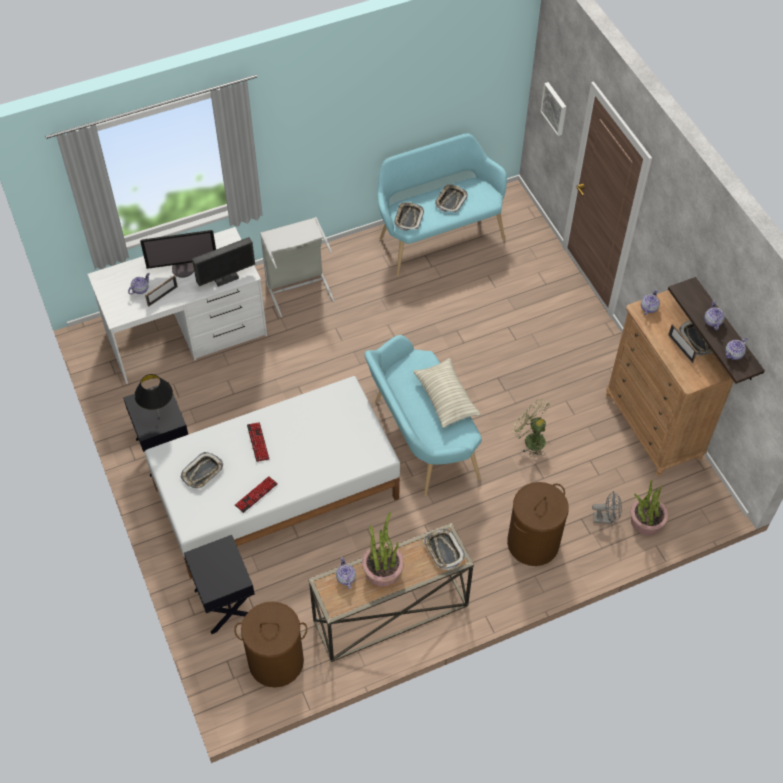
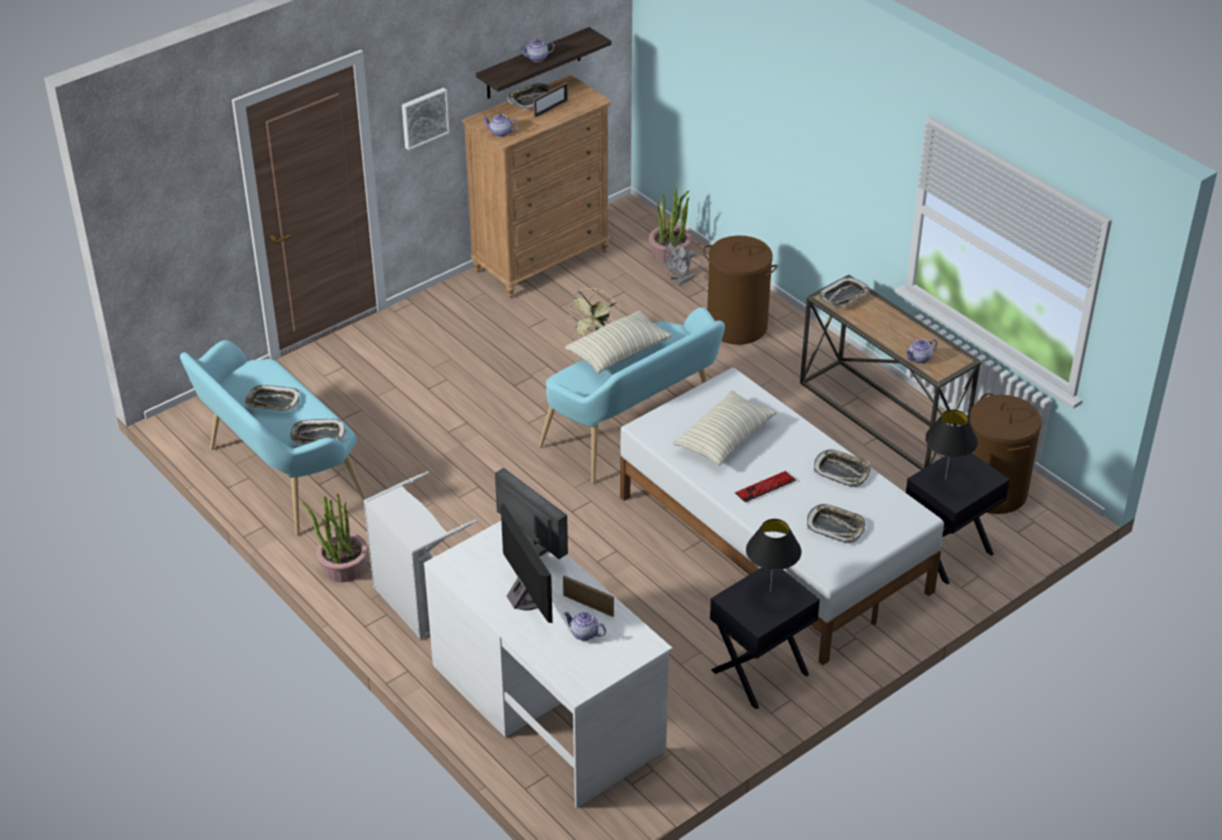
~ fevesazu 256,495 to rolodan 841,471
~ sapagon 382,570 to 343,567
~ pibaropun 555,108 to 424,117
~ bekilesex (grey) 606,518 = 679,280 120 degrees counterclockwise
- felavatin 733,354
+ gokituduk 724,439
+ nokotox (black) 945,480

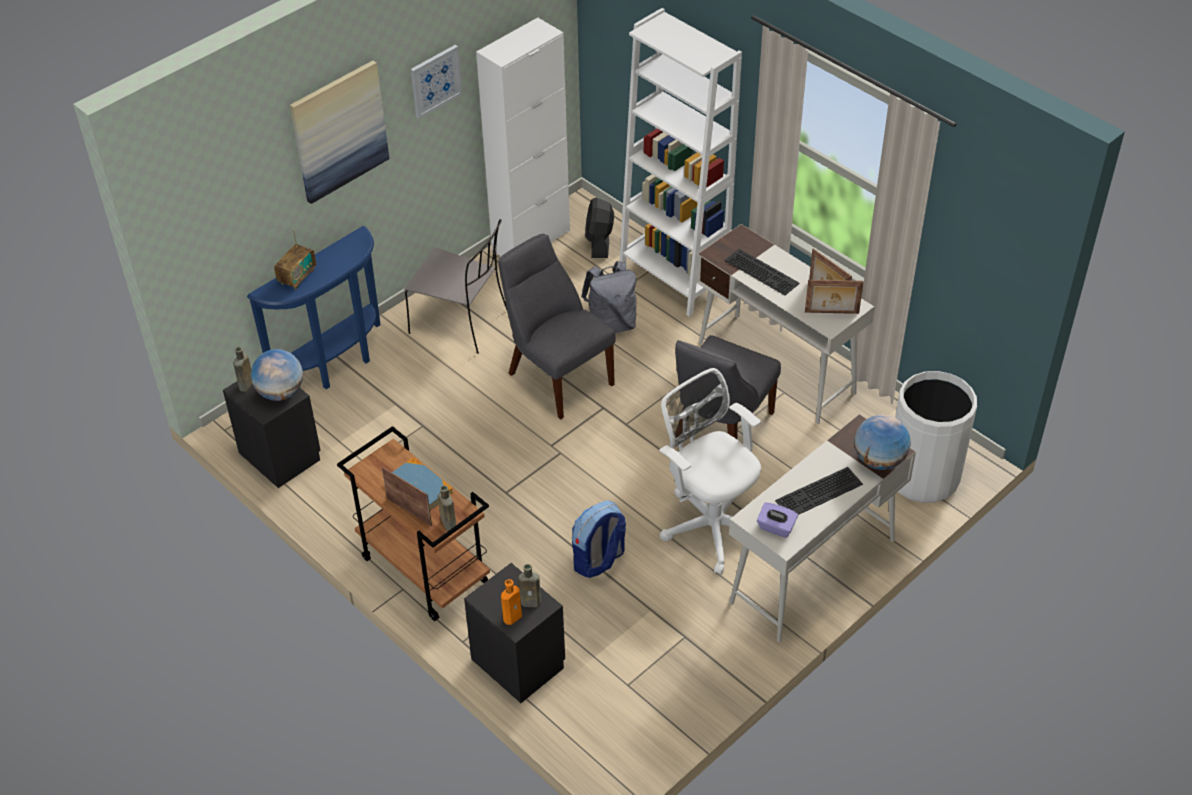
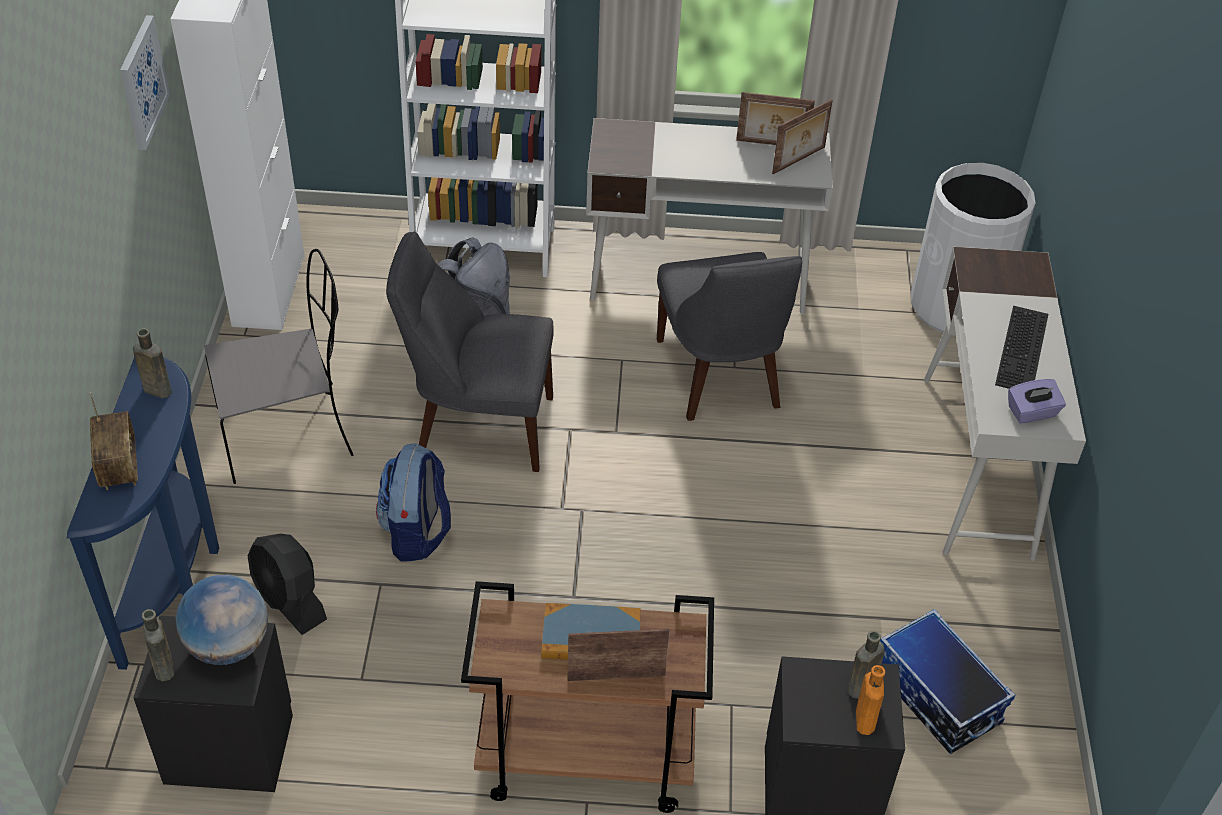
- pibaropun 339,131
~ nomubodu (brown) 448,523 to 155,390
~ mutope 598,560 to 417,533
~ bekilesex (black) 599,242 to 289,601
- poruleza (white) 710,523
- fevesazu 763,271
- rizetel 878,460
+ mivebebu 935,696

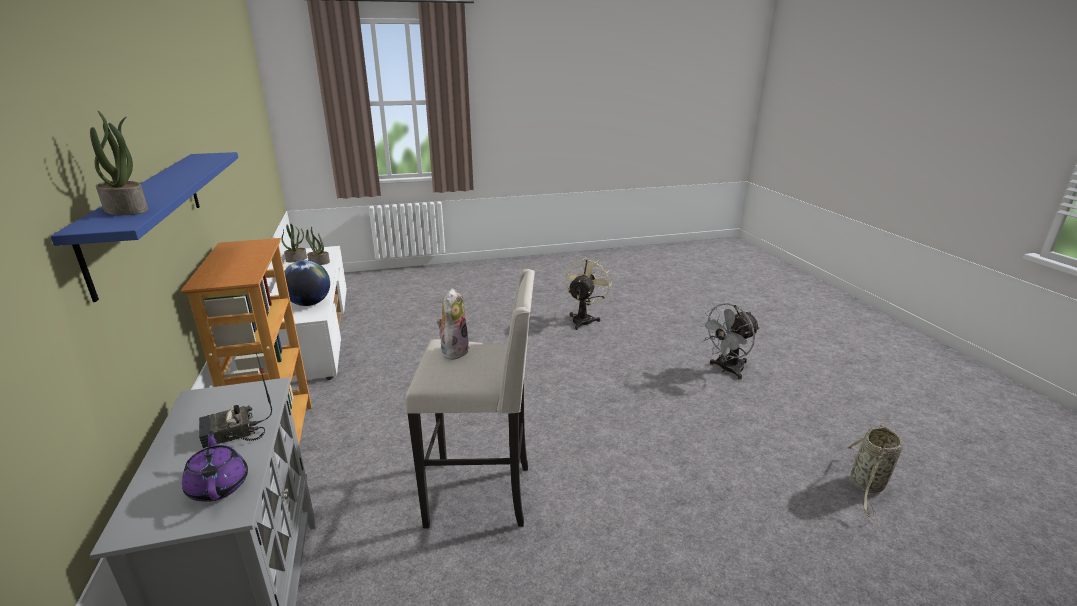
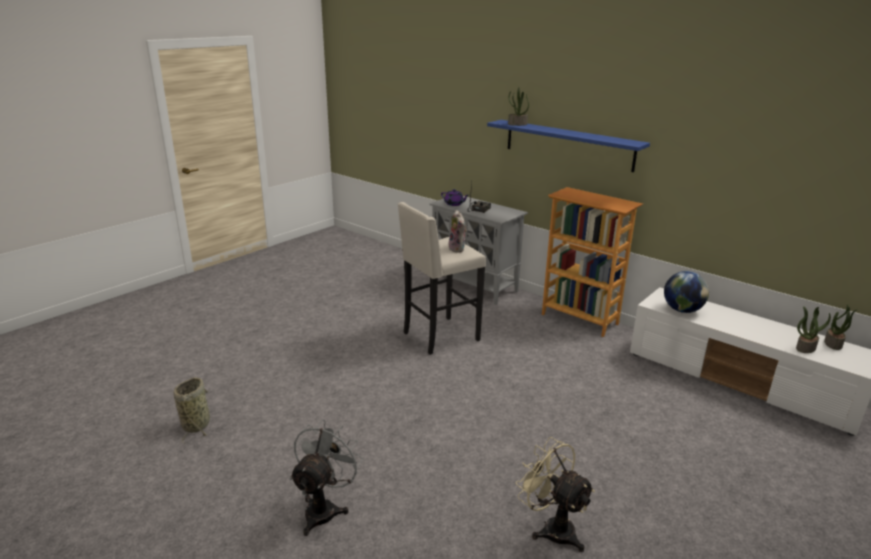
~ bekilesex (beige) 584,319 = 552,528 150 degrees clockwise

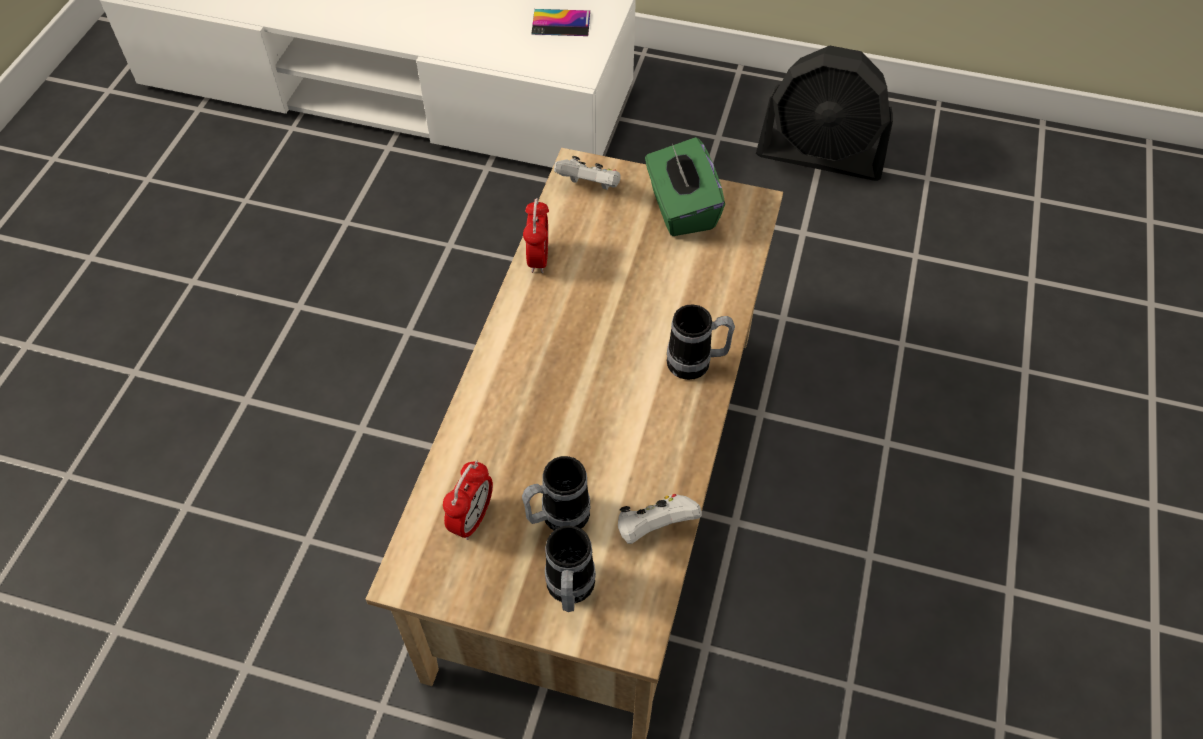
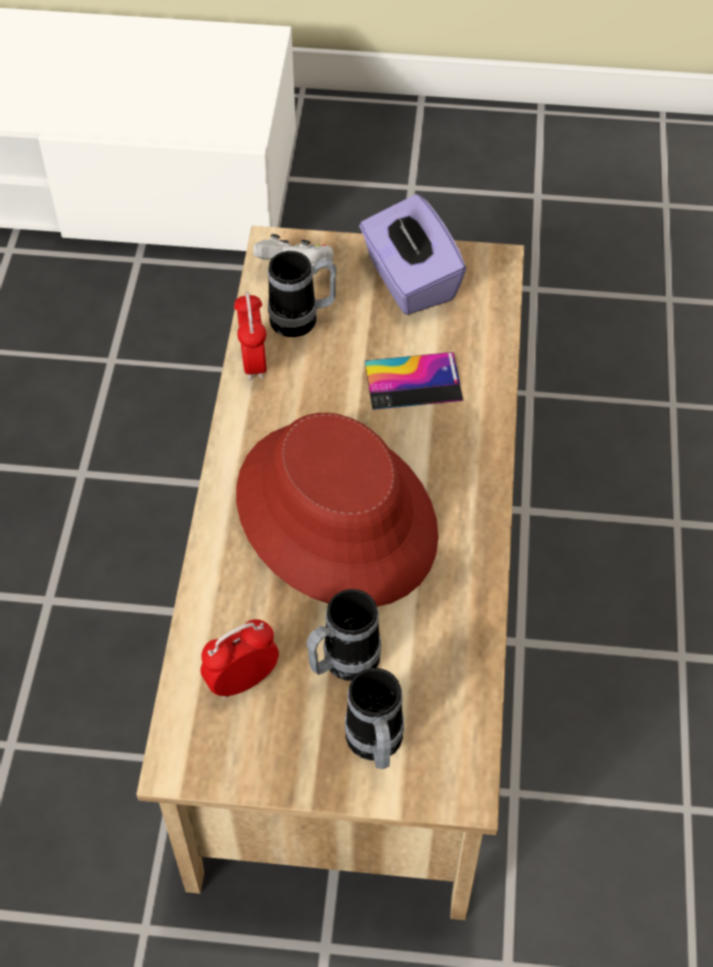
~ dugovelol 472,519 = 242,681 135 degrees counterclockwise
~ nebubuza 561,23 to 413,381
- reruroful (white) 654,527
~ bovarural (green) 681,208 to bovarural (purple) 409,280
~ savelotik 697,364 to 303,320
- bekilesex (black) 821,155
+ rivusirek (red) 337,514

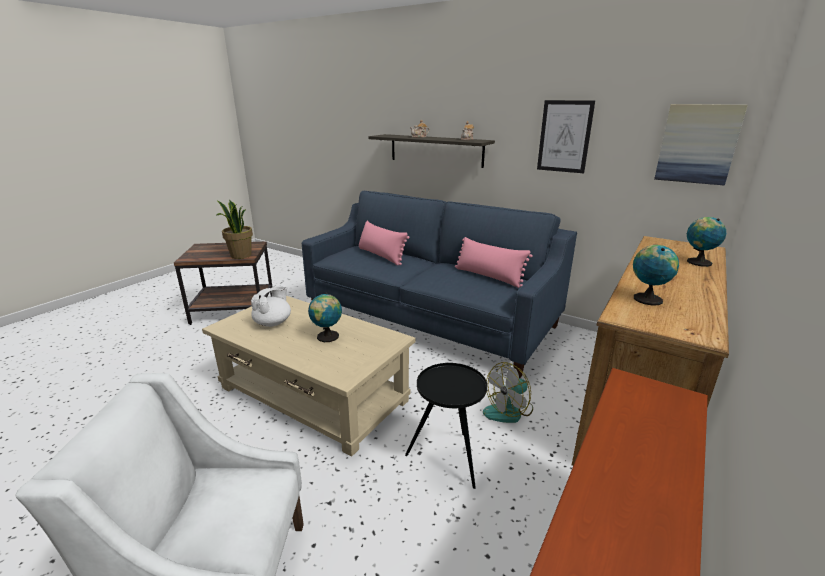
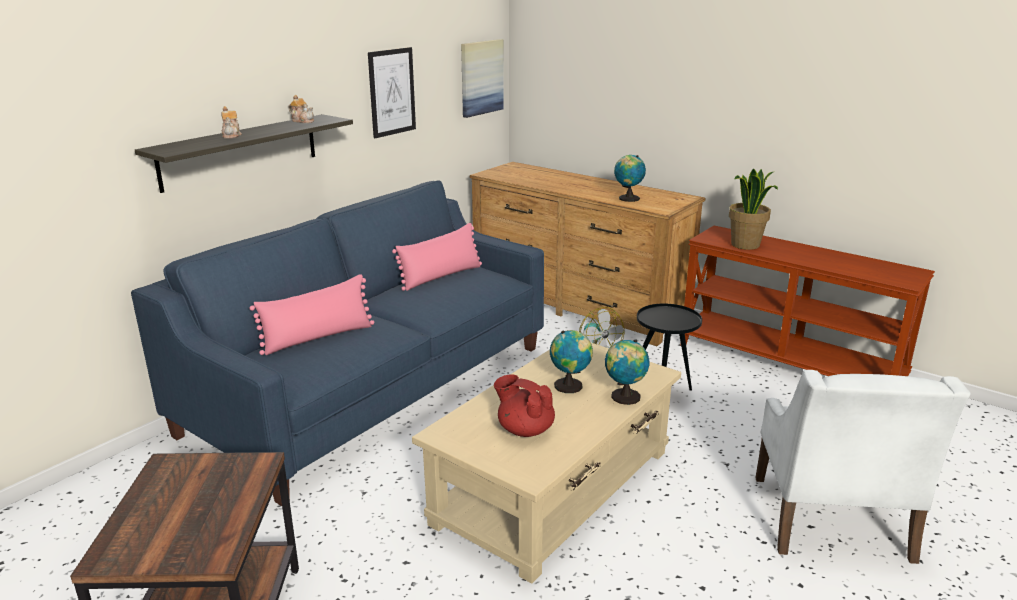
~ sapagon 240,255 to 745,245
~ felavatin (white) 273,323 to felavatin (red) 524,429
~ rizetel 697,262 to 624,397

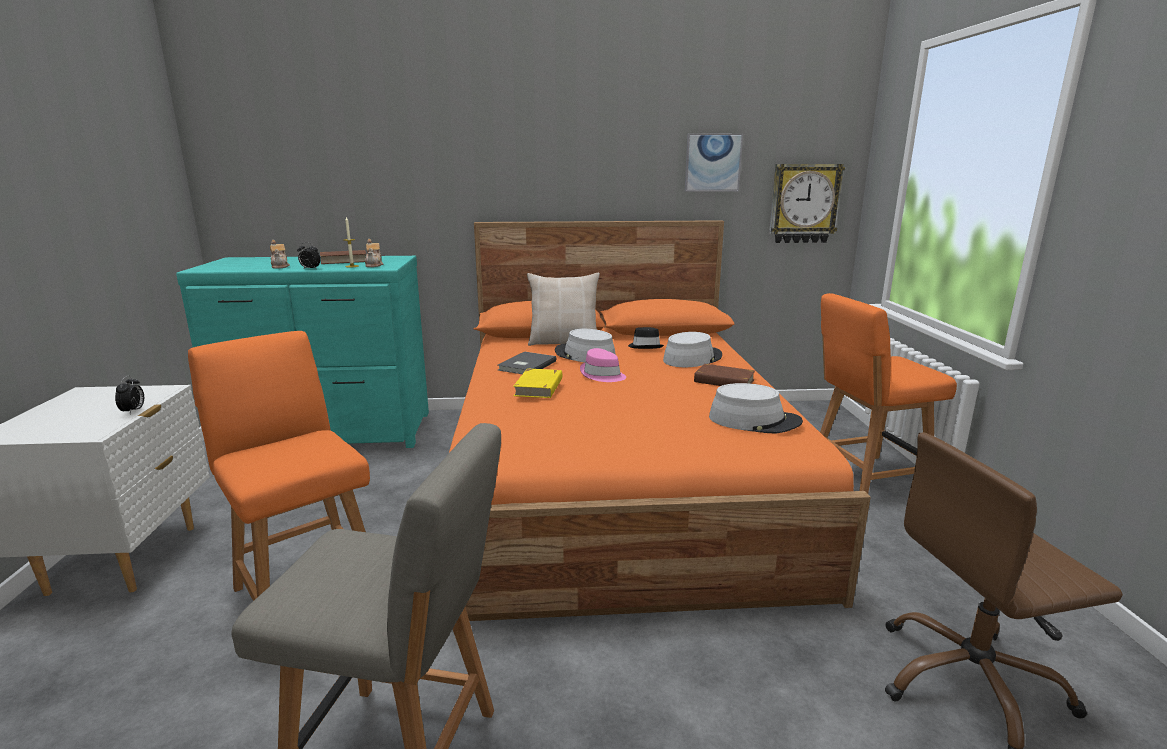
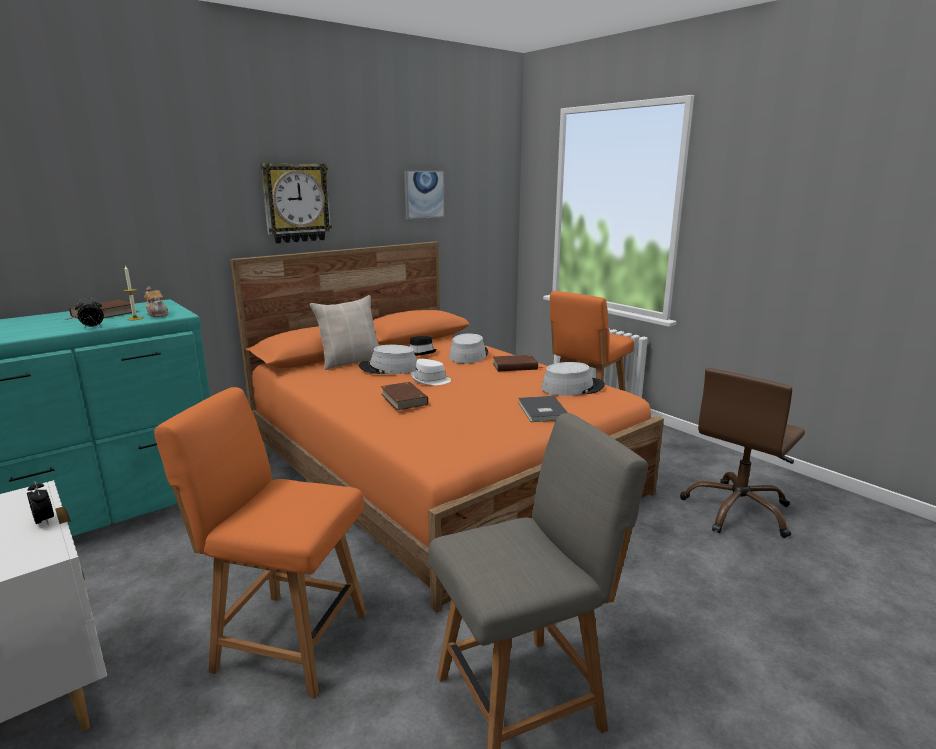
- felavatin 280,266
~ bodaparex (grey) 525,365 to 541,411
~ bodaparex (yellow) 539,387 to bodaparex (brown) 404,399
~ rivusirek (pink) 602,375 to rivusirek (white) 430,380
~ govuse 804,203 to 296,203

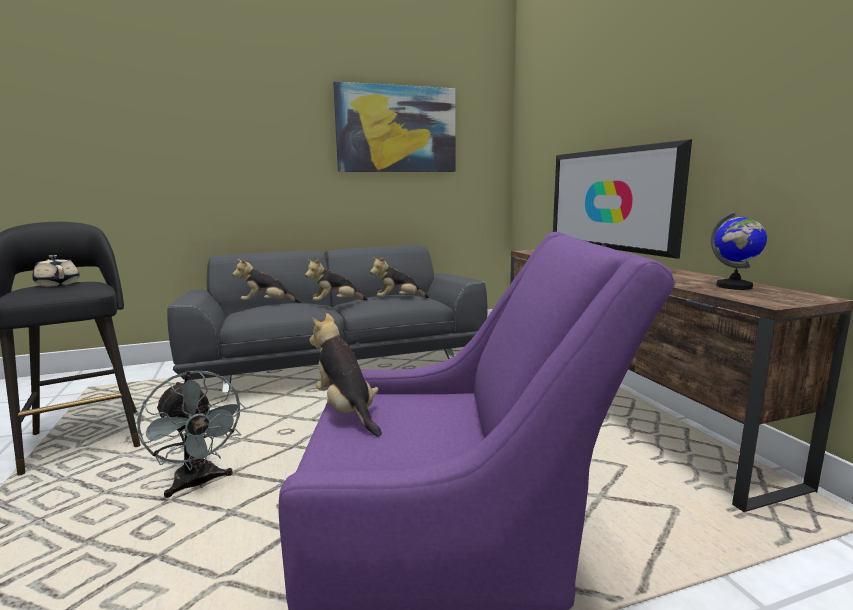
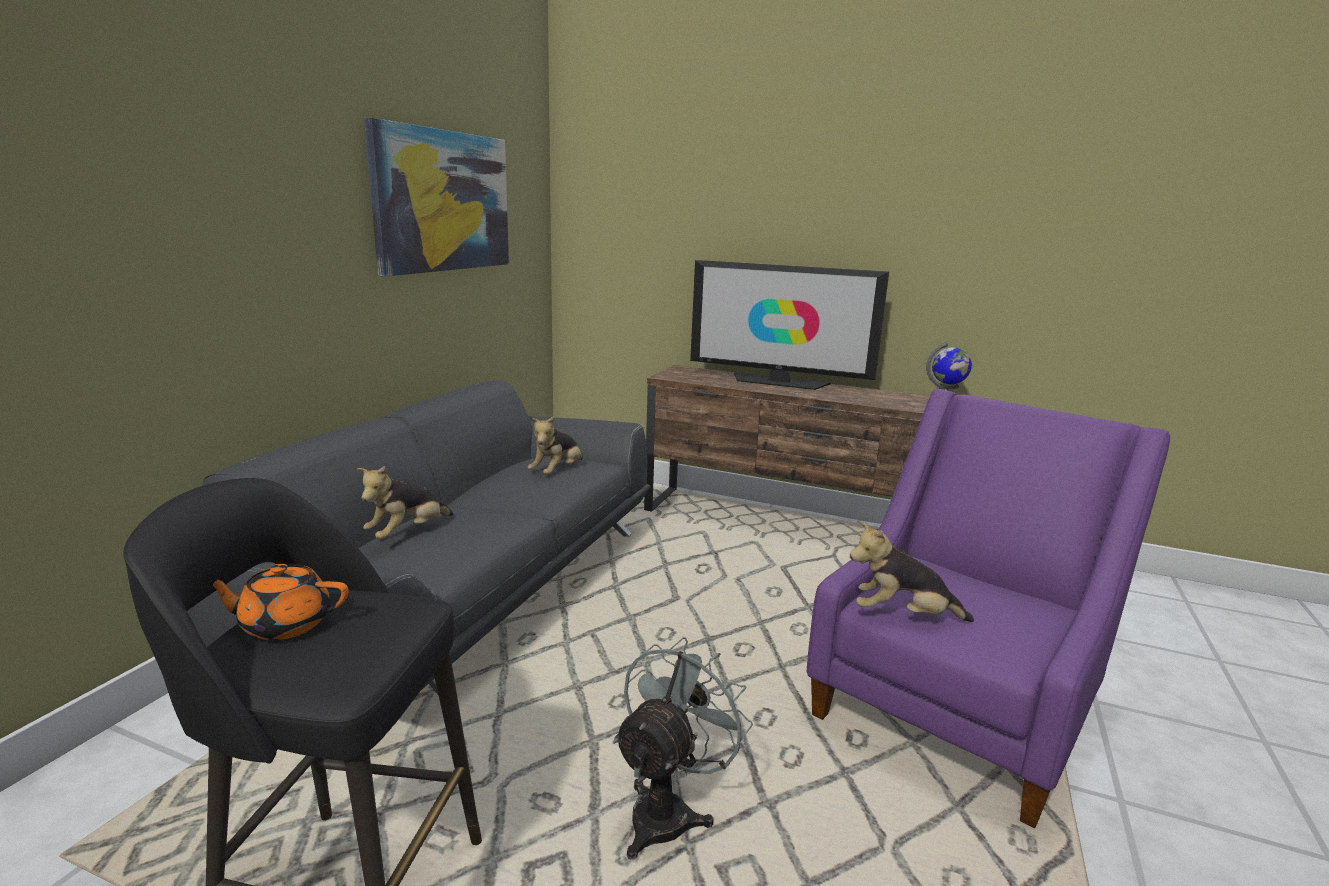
~ felavatin (beige) 58,284 to felavatin (orange) 284,624
~ bekilesex (grey) 198,484 = 668,811 60 degrees counterclockwise
- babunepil 336,303

